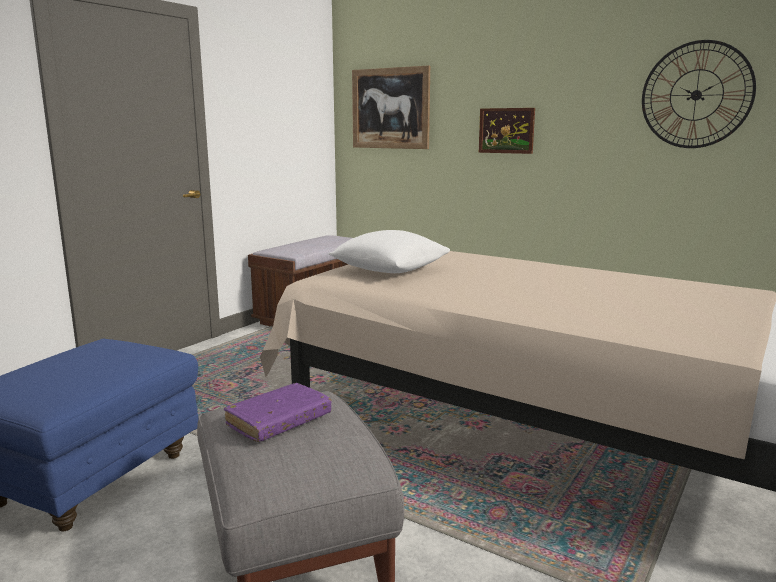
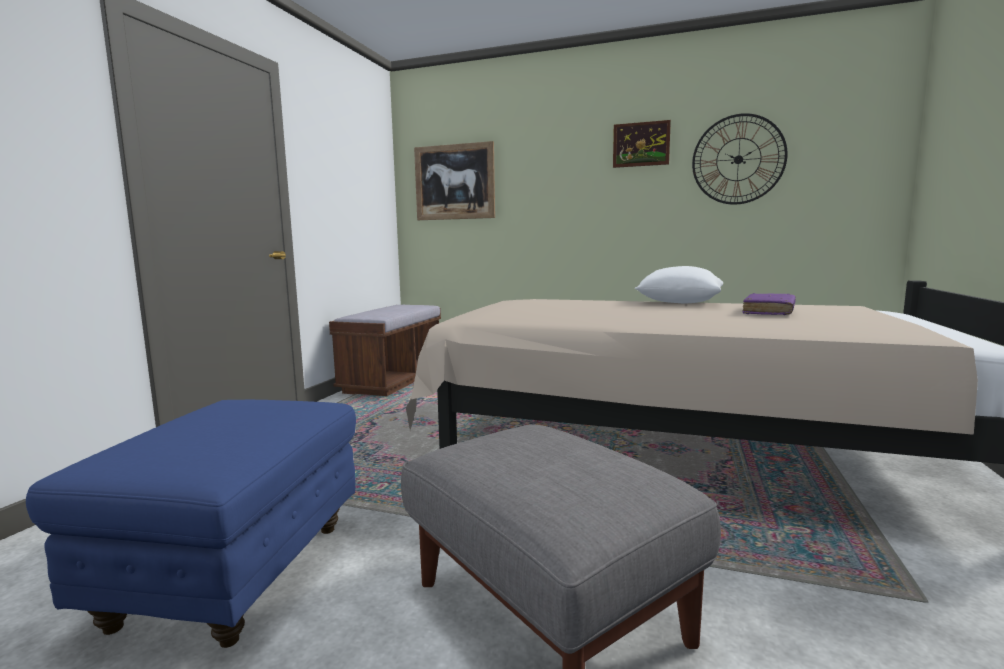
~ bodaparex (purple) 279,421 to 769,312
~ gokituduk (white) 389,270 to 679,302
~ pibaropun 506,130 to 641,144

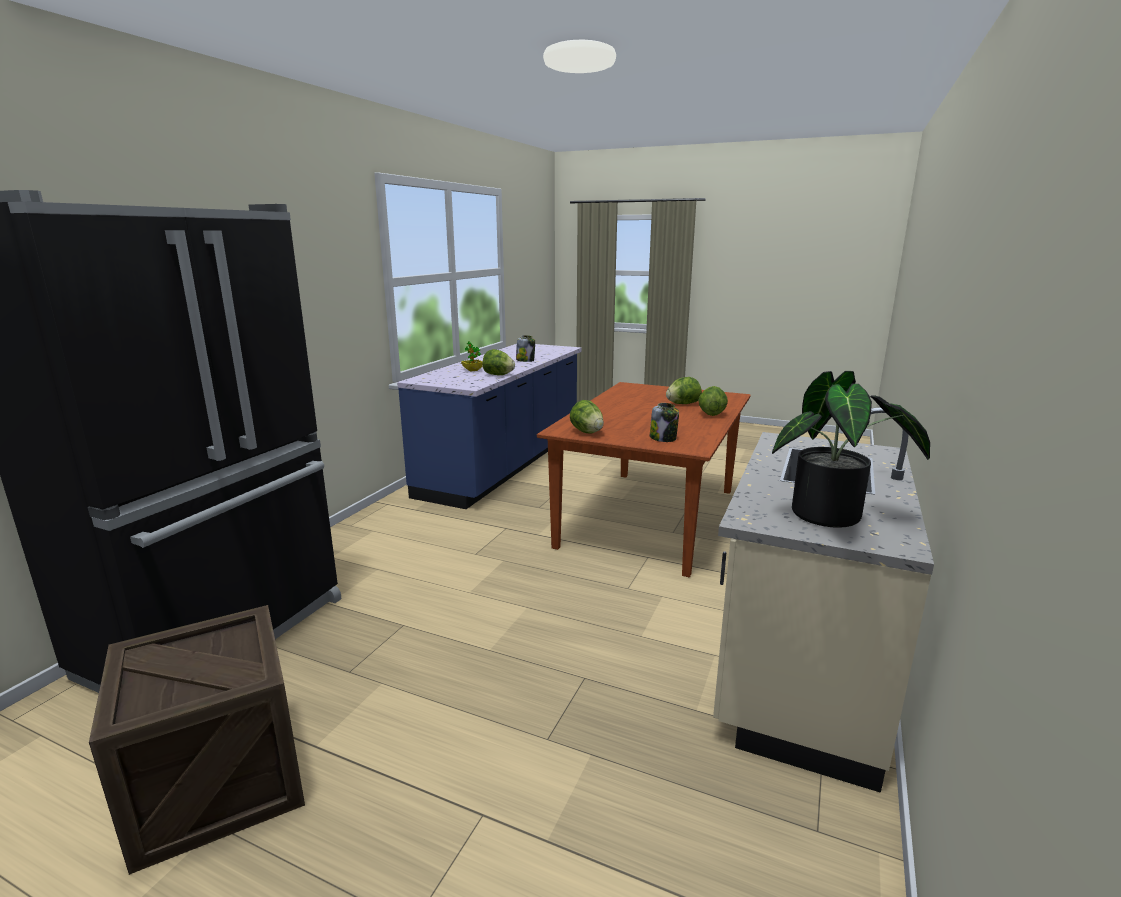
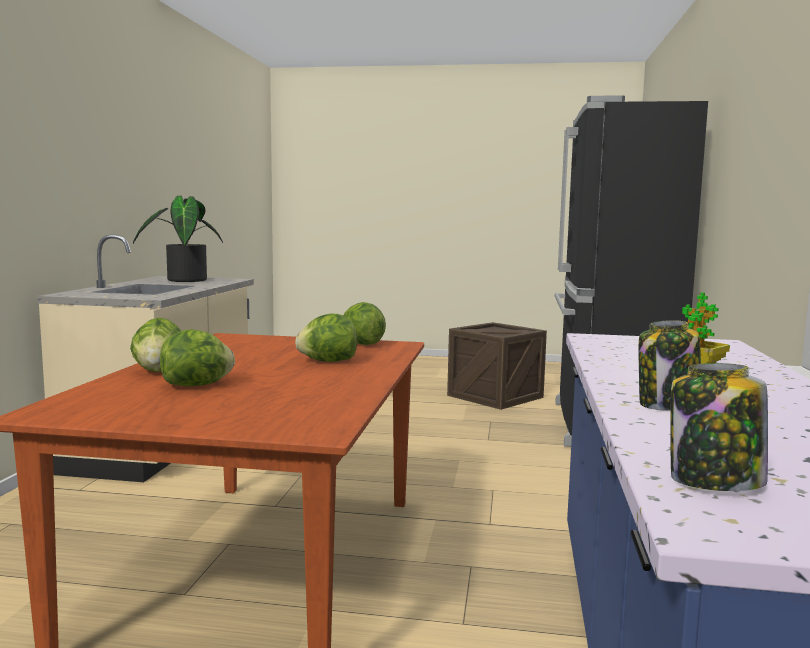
~ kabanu 498,375 to 328,361
~ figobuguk 663,438 to 714,481

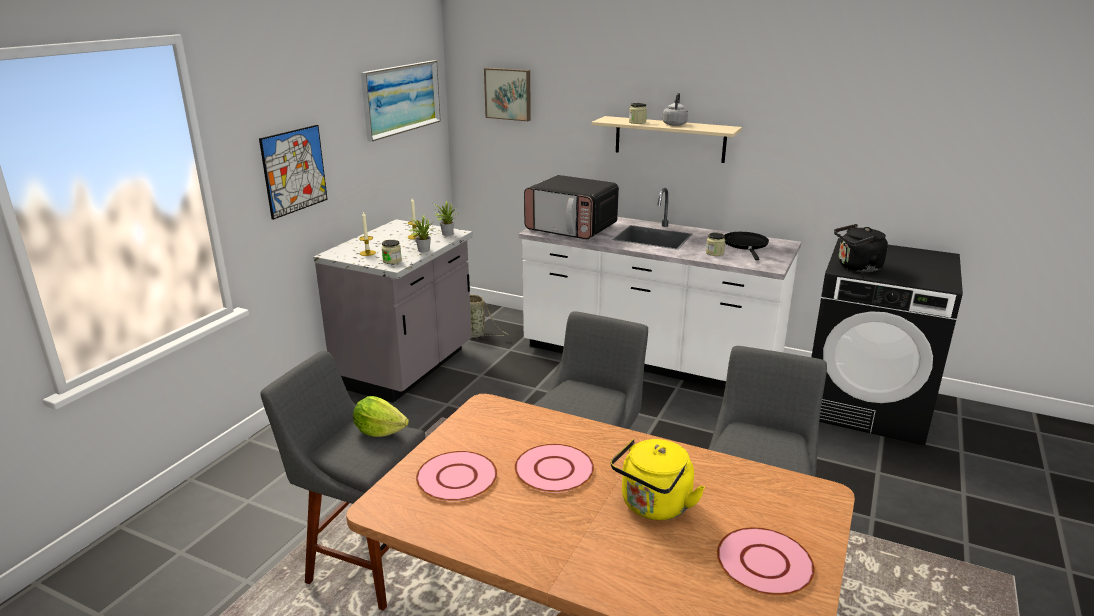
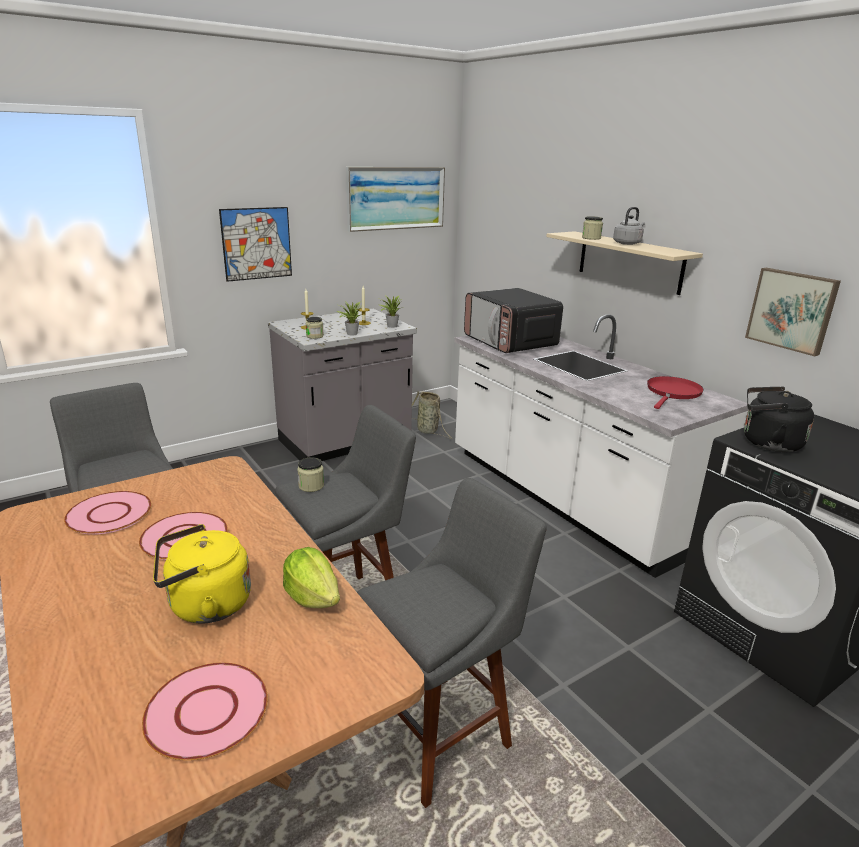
~ kabanu 379,431 to 312,597
~ pibaropun 508,94 to 792,310
~ figobuguk 714,253 to 311,486
~ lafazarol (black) 746,245 to lafazarol (red) 672,393

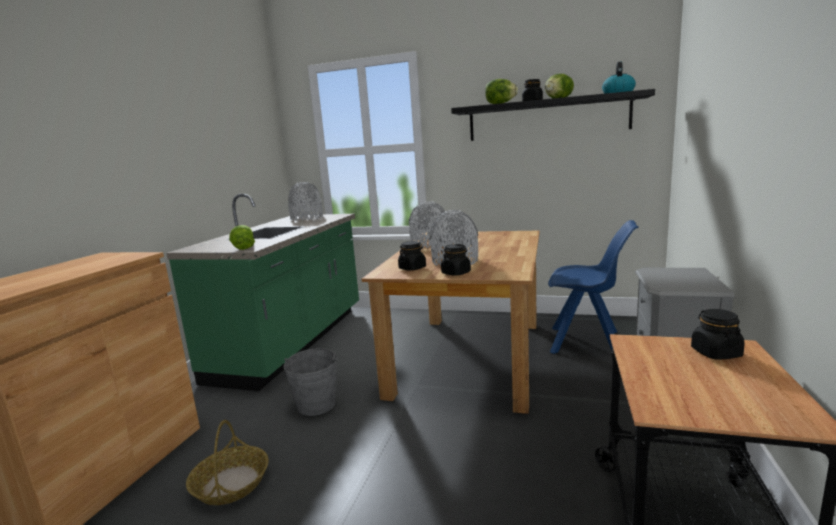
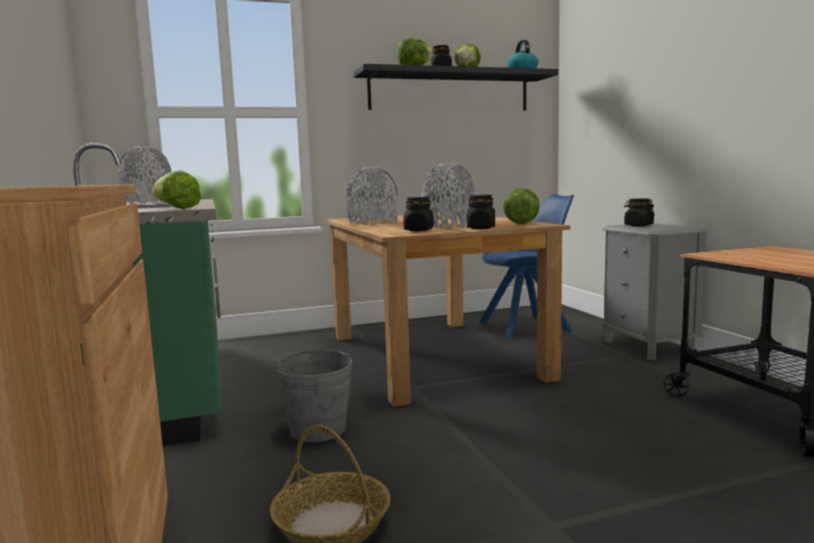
~ figobuguk (black) 715,353 to 638,225
+ kabanu 521,223

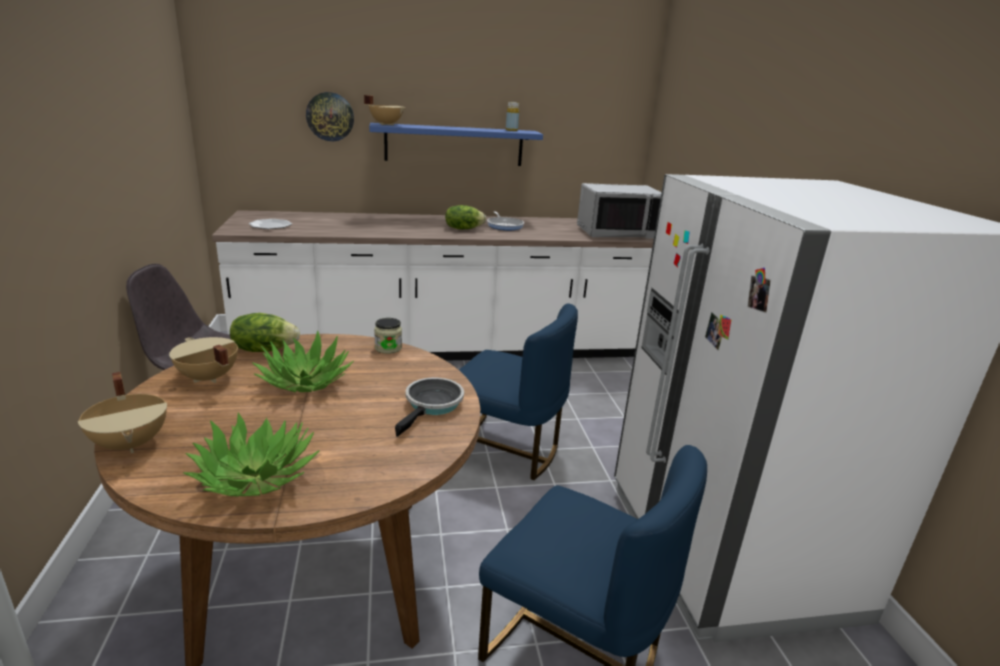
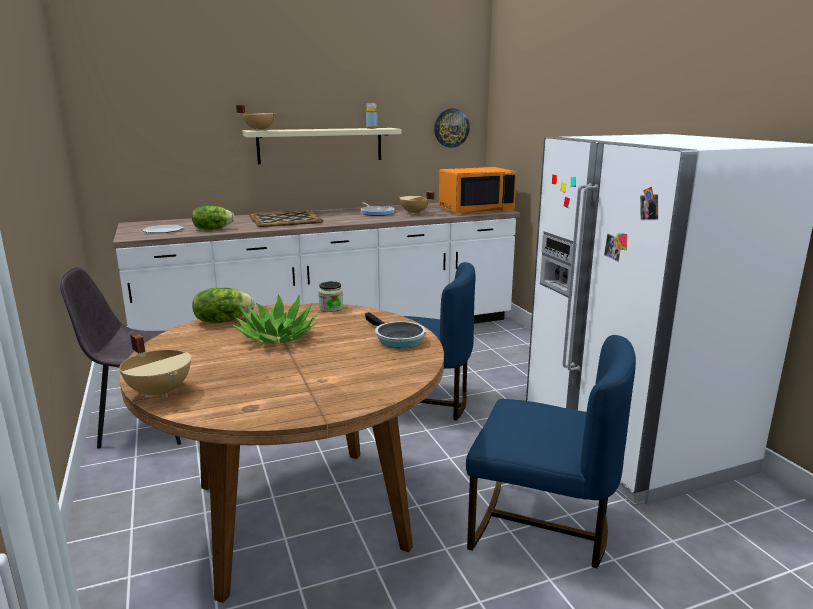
~ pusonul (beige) 207,378 to 414,213
- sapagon 256,476
~ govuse 330,116 to 451,128
~ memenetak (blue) 454,145 to memenetak (beige) 320,145
~ lafazarol 432,405 = 396,339 135 degrees clockwise
~ kabanu 463,228 to 212,229
~ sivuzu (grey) 616,233 to sivuzu (orange) 475,209
+ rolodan 285,219

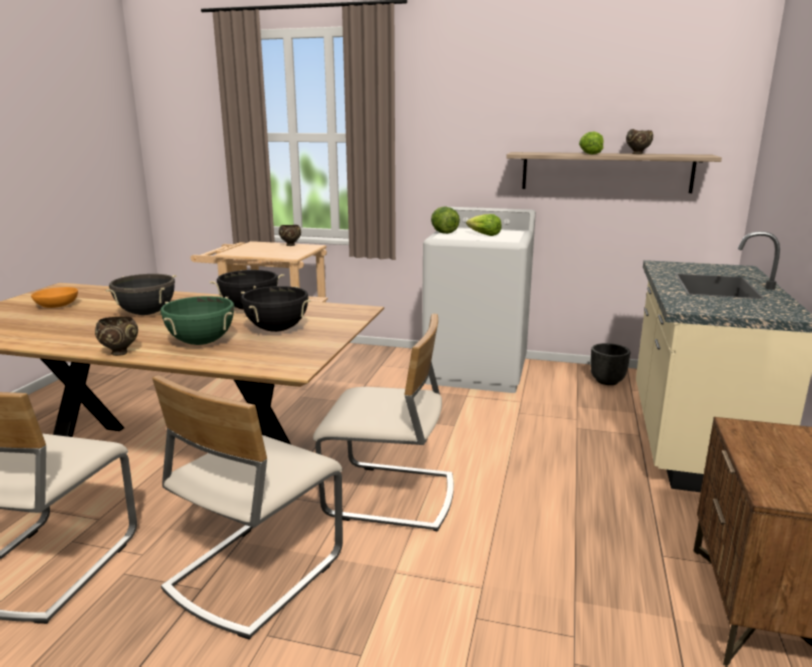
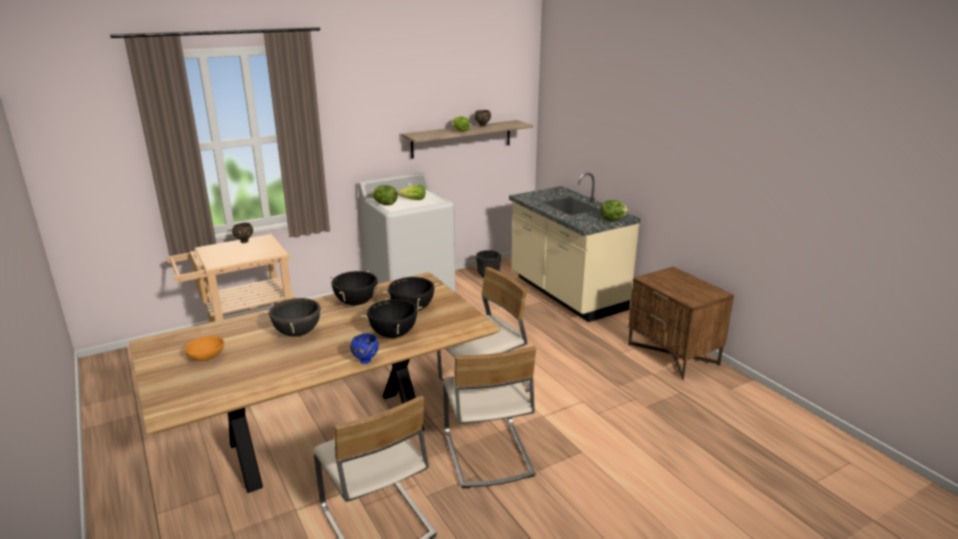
~ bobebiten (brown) 120,353 to bobebiten (blue) 365,360
~ pusonul (green) 201,342 to pusonul (black) 393,334
+ kabanu 612,219

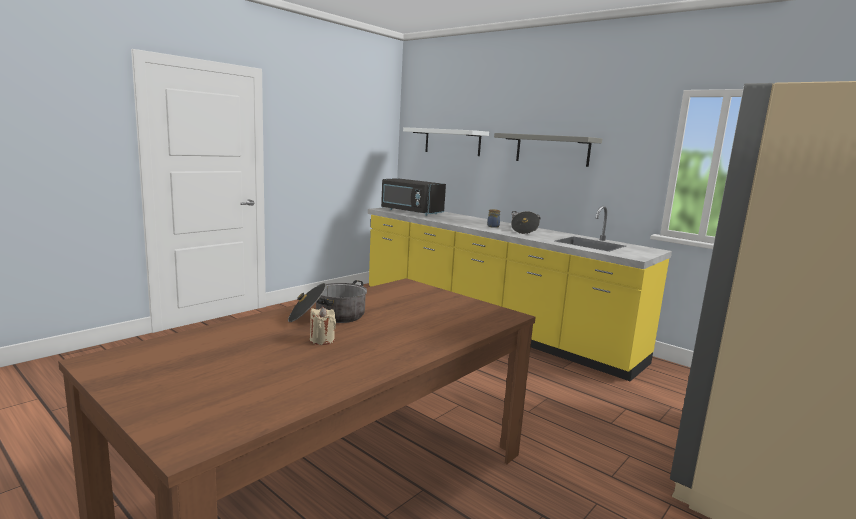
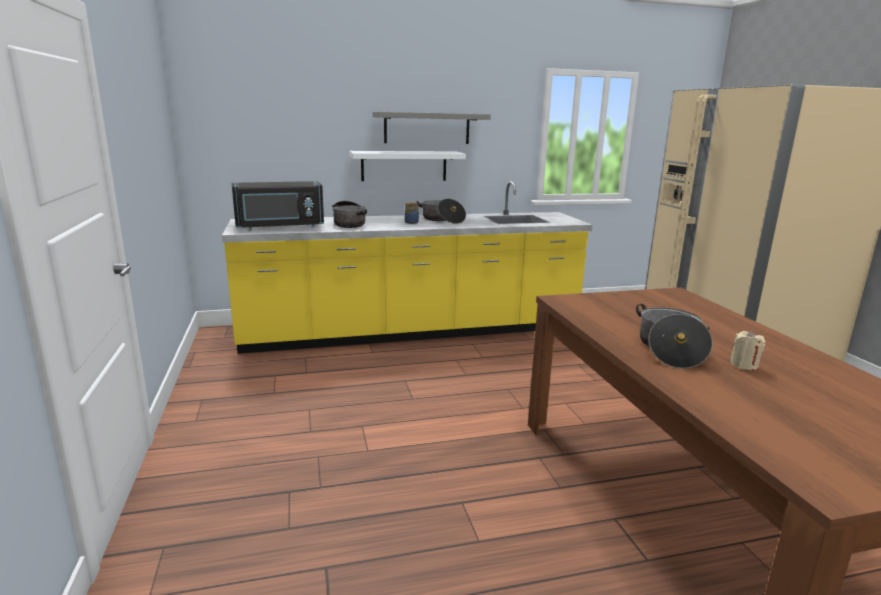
~ memenetak (white) 452,142 to 404,166
+ pusonul 349,224

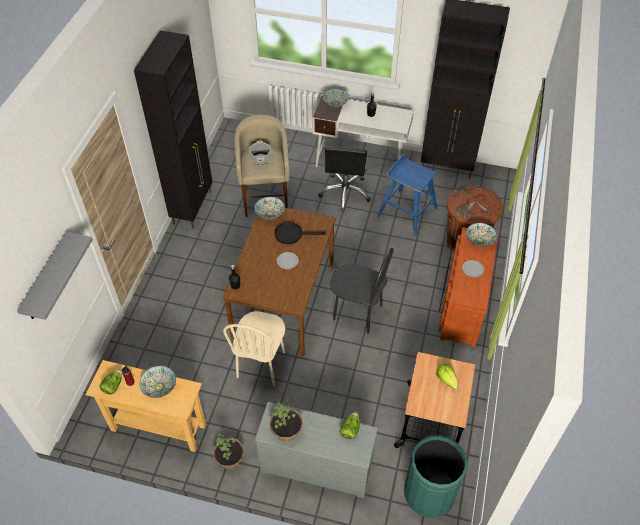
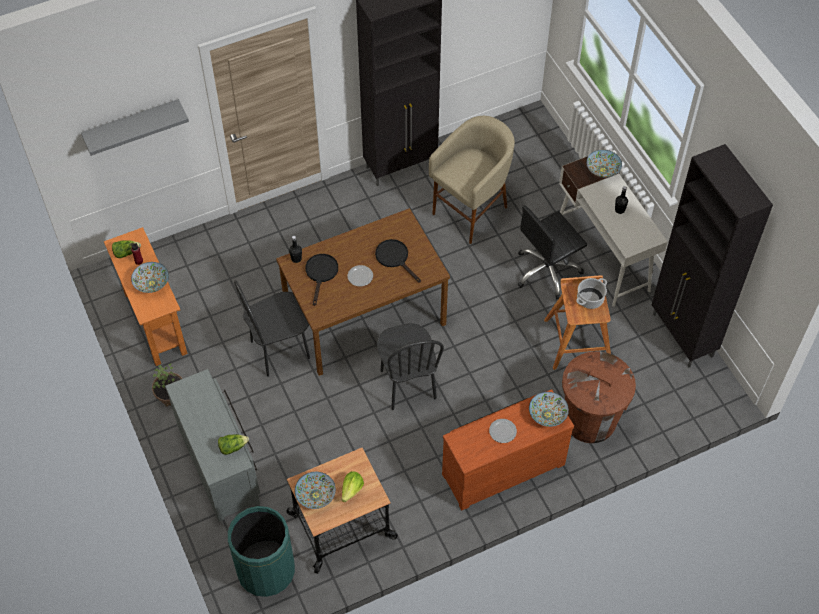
~ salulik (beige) 158,427 to salulik (orange) 155,323
~ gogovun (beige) 261,365 to gogovun (black) 280,350
~ pusonul 260,159 to 590,299
~ bobebiten 270,214 to 315,495
- sapagon 287,431
~ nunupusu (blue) 406,212 to nunupusu (brown) 577,341
+ lafazarol (black) 321,274

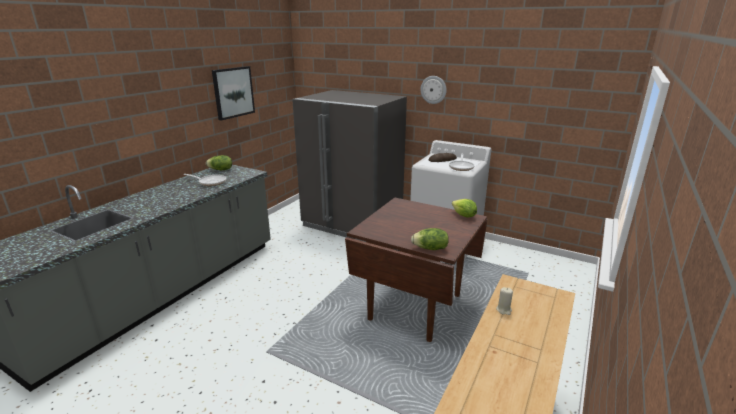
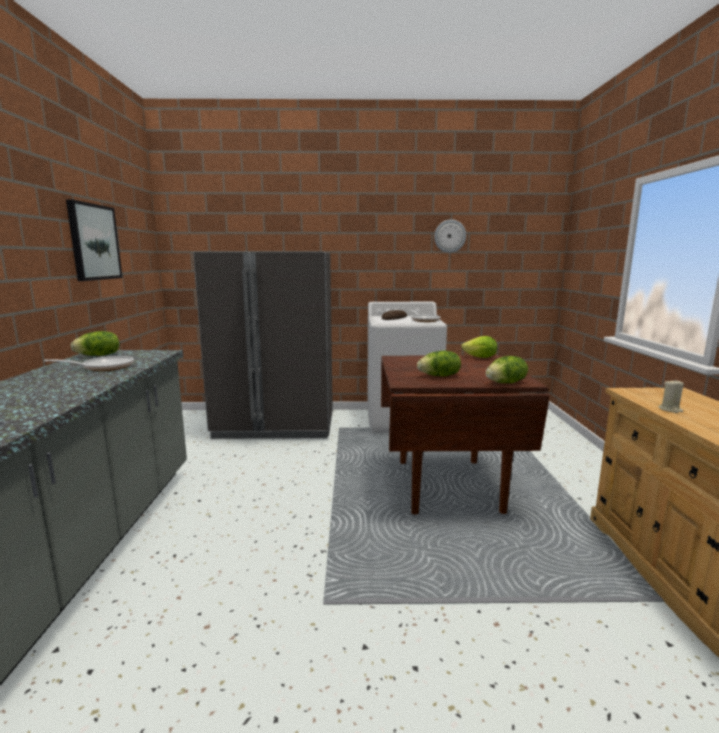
~ govuse 433,89 to 450,236
+ kabanu 439,376

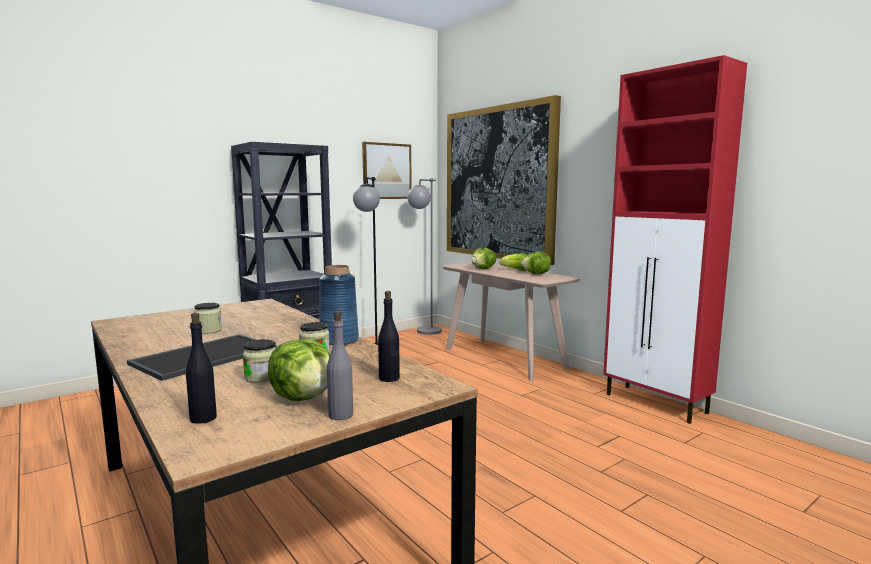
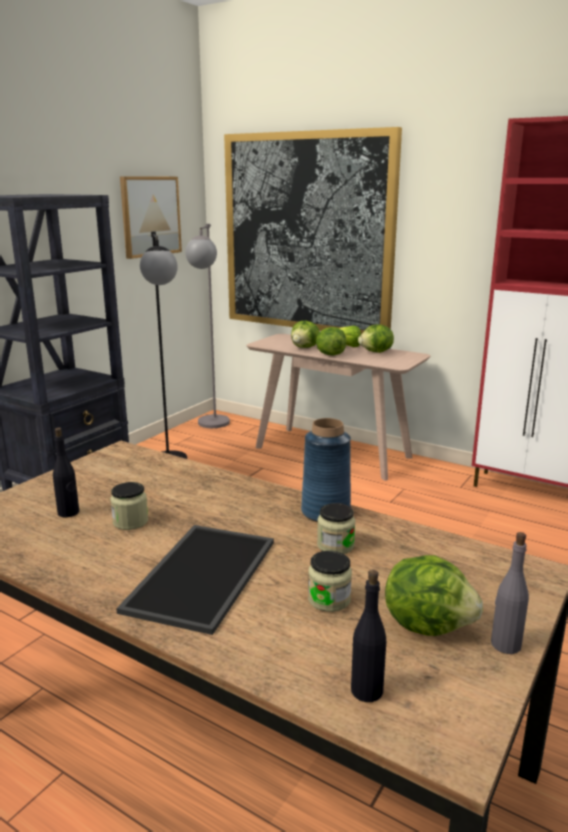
~ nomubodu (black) 389,378 to 68,512
+ kabanu 330,354

